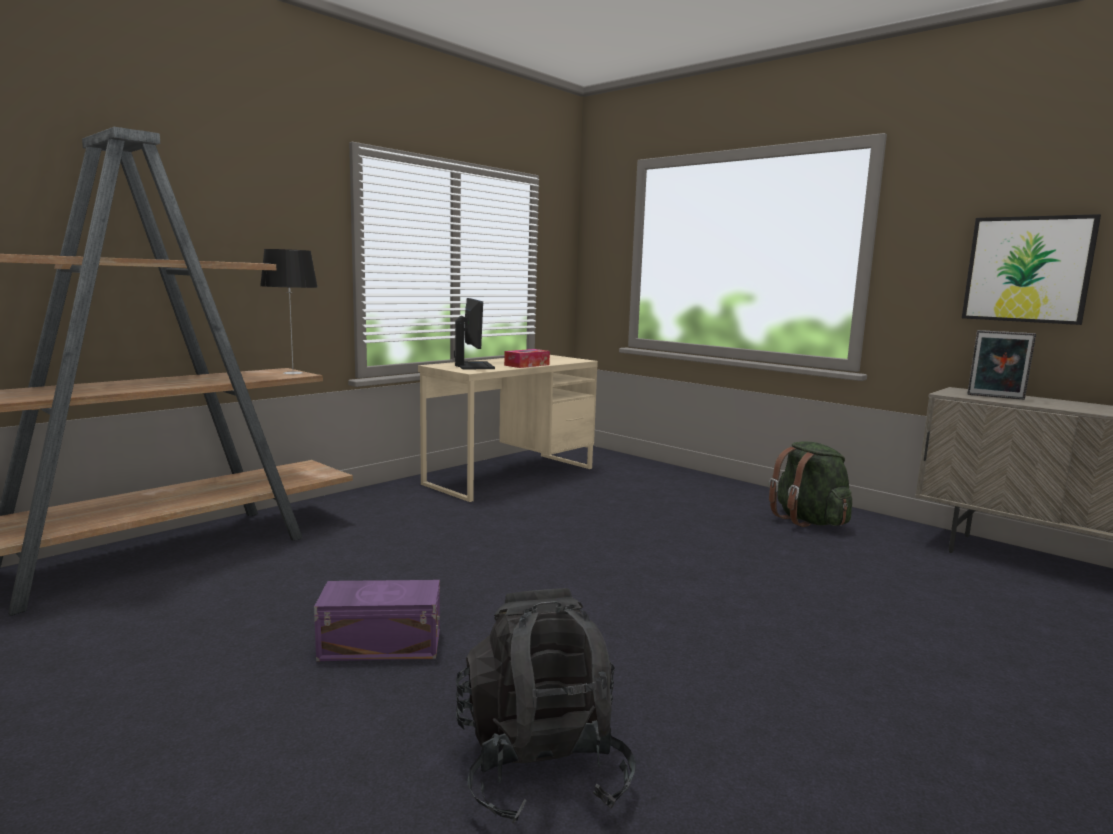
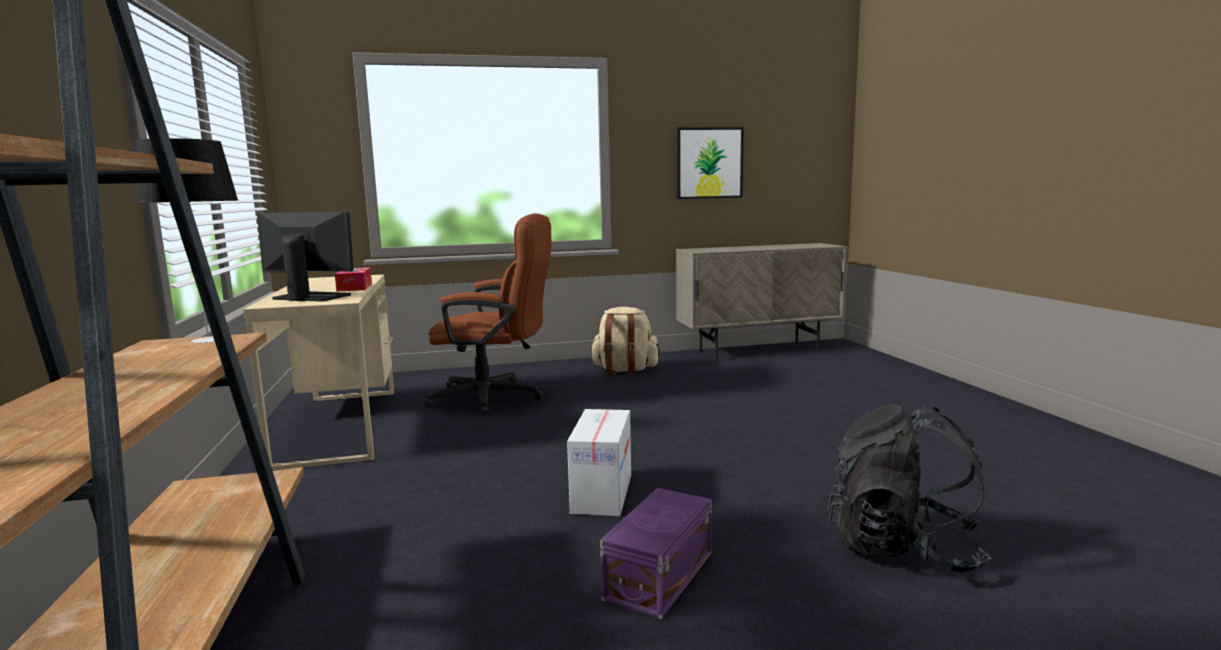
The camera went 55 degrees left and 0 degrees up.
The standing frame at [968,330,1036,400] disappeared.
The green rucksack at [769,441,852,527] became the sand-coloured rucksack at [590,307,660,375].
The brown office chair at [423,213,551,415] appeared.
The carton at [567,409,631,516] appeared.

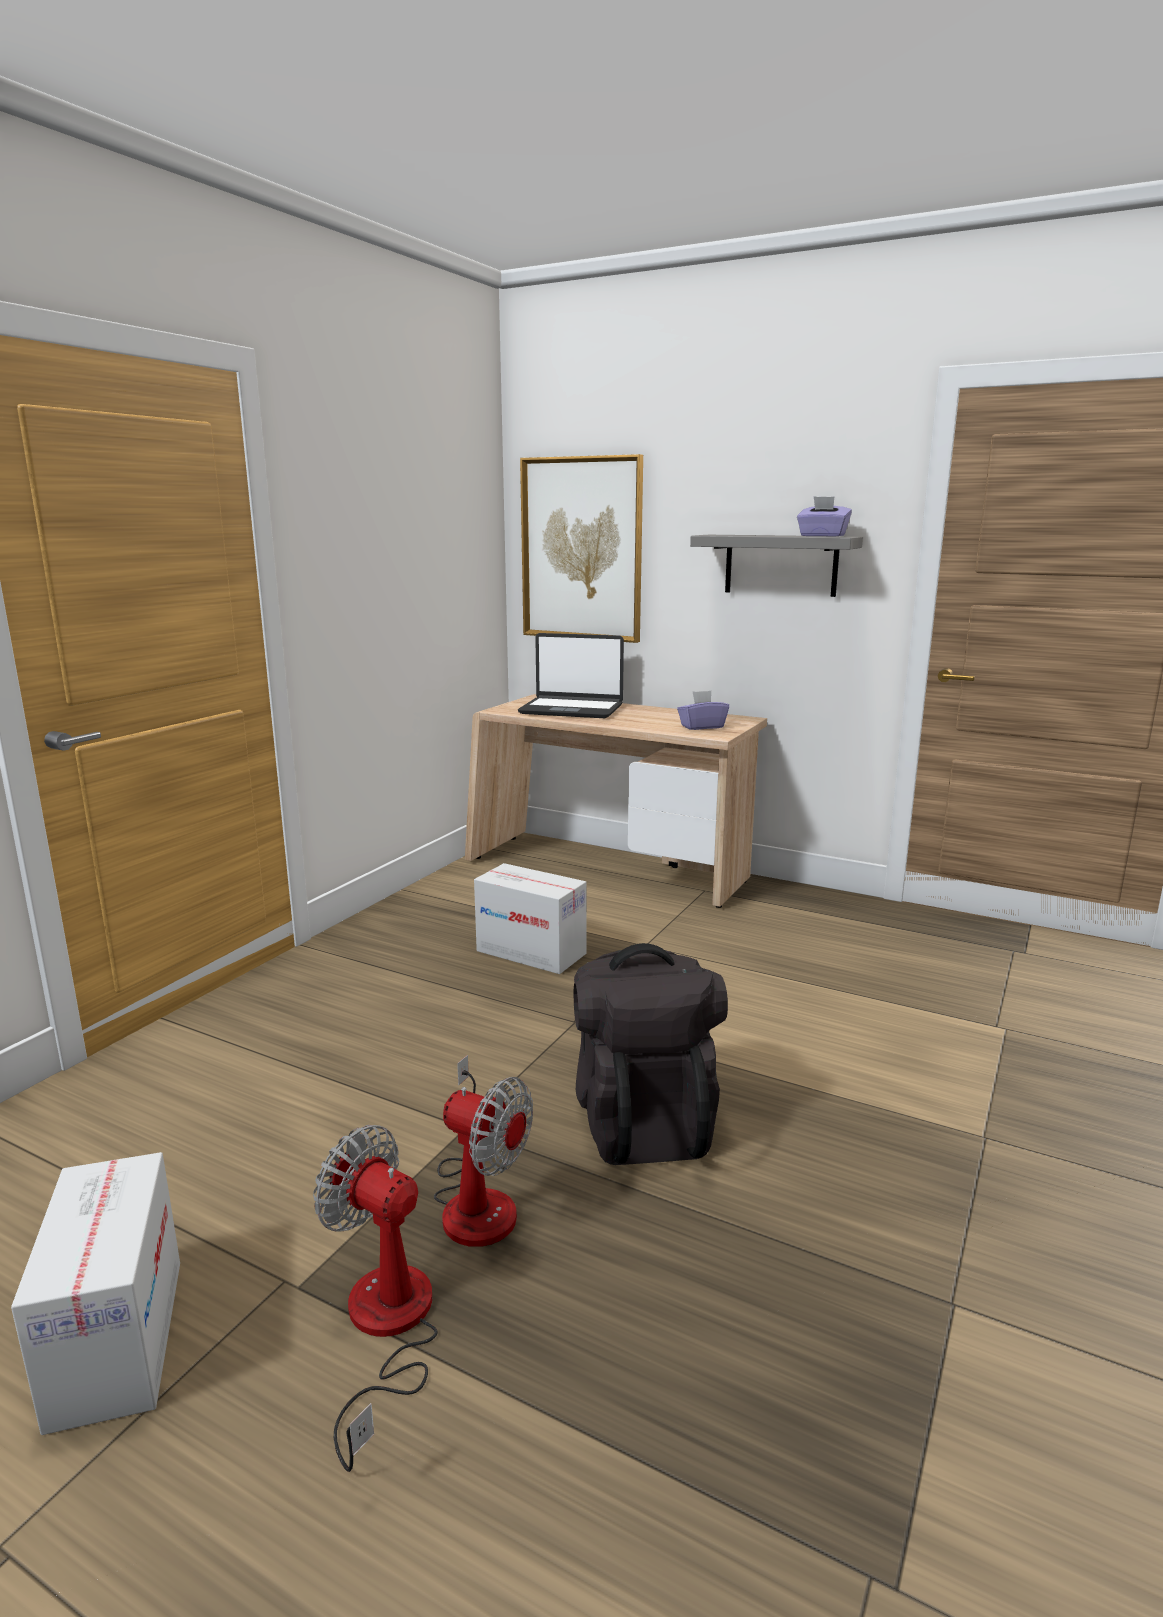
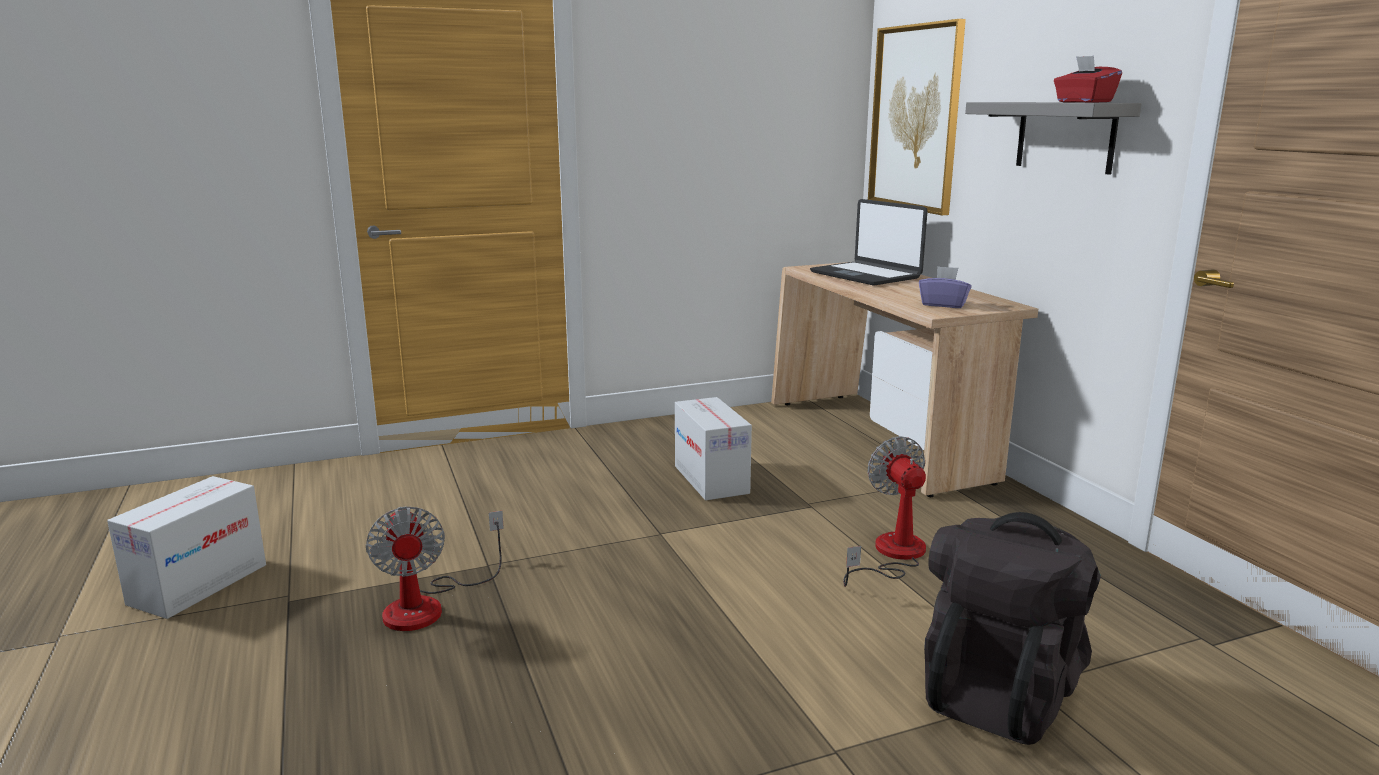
The camera went 40 degrees right and 0 degrees up.
The purplish box of tissues at [797,496,852,537] became the red box of tissues at [1054,55,1122,102].
The black-coloured rucksack moved from [574,943,728,1165] to [924,512,1101,745].
The fan moved from [313,1125,437,1472] to [843,436,926,587].

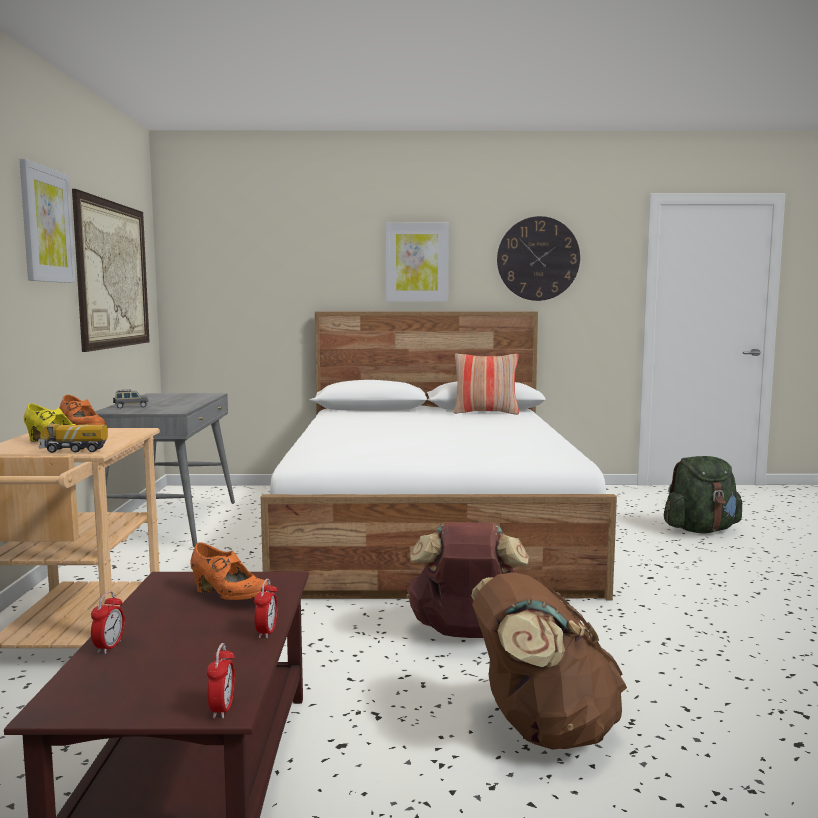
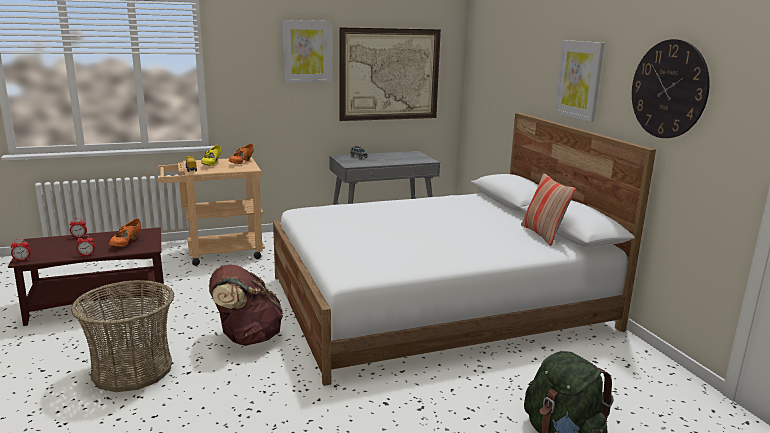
The camera went 70 degrees right and 10 degrees up.
The brown rucksack at [471,572,627,750] was replaced by the storage basket at [71,280,174,392].

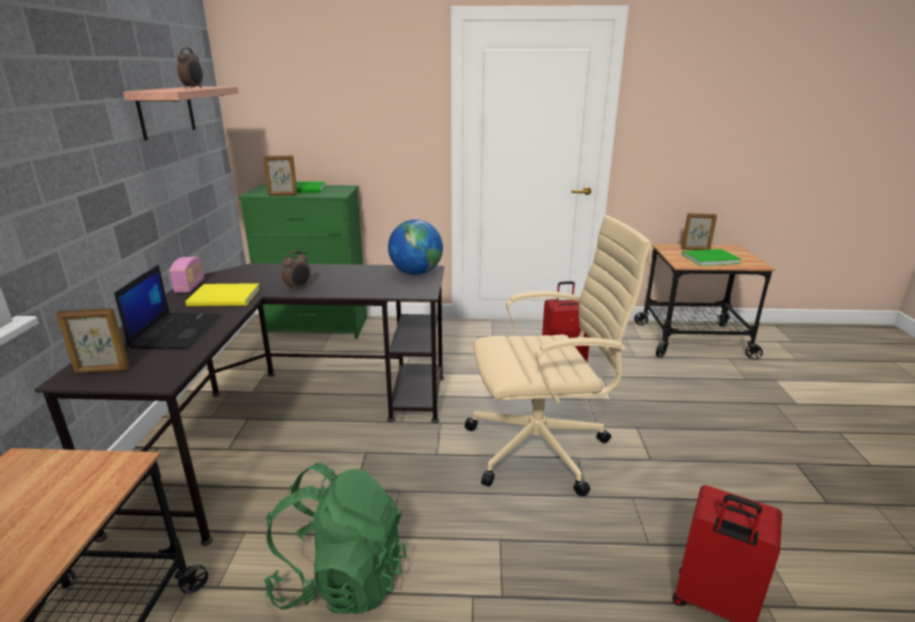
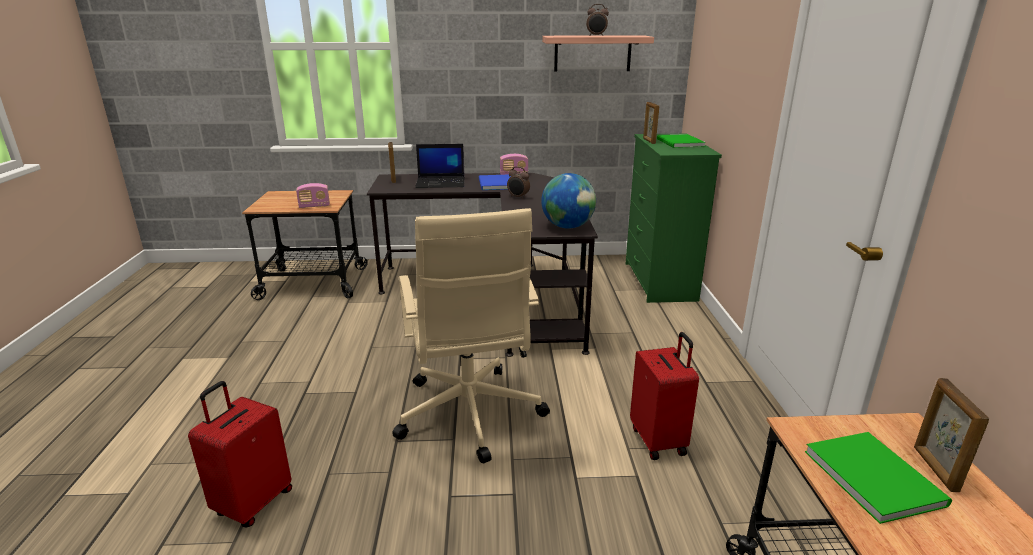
The camera went 85 degrees right and 0 degrees up.
The yellowish volume at [185,283,260,307] became the blue-coloured volume at [479,175,511,190].
The green rucksack at [264,462,407,614] disappeared.
The radio receiver at [296,183,330,208] appeared.

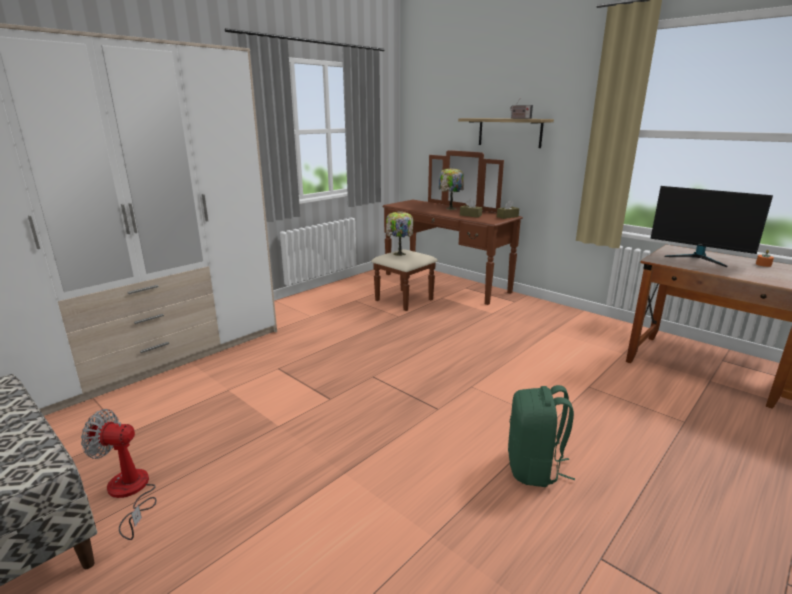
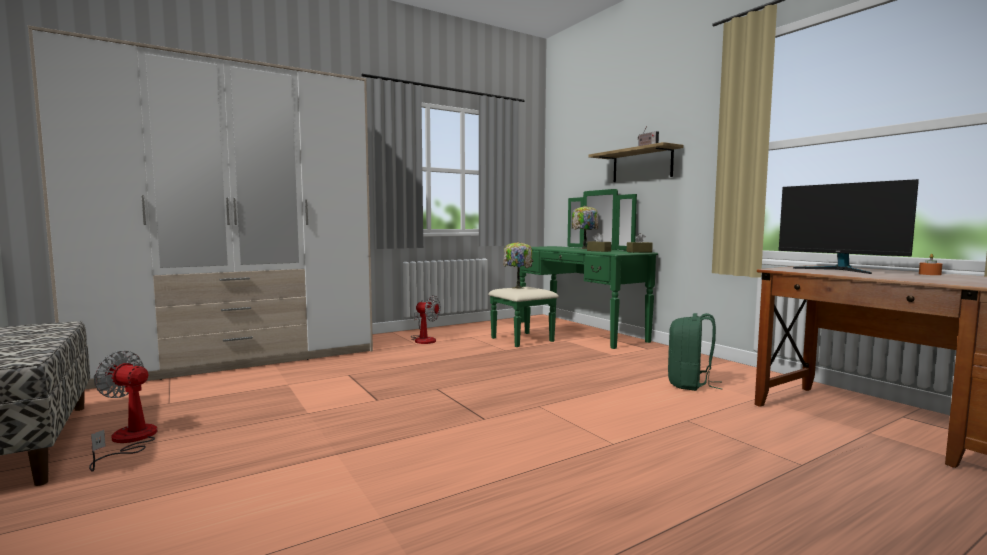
The camera went 15 degrees right and 15 degrees down.
The brown drawer chest at [371,150,523,311] became the green drawer chest at [488,189,658,349].
The green rucksack moved from [508,385,575,487] to [668,313,722,391].
The fan at [411,295,441,344] appeared.

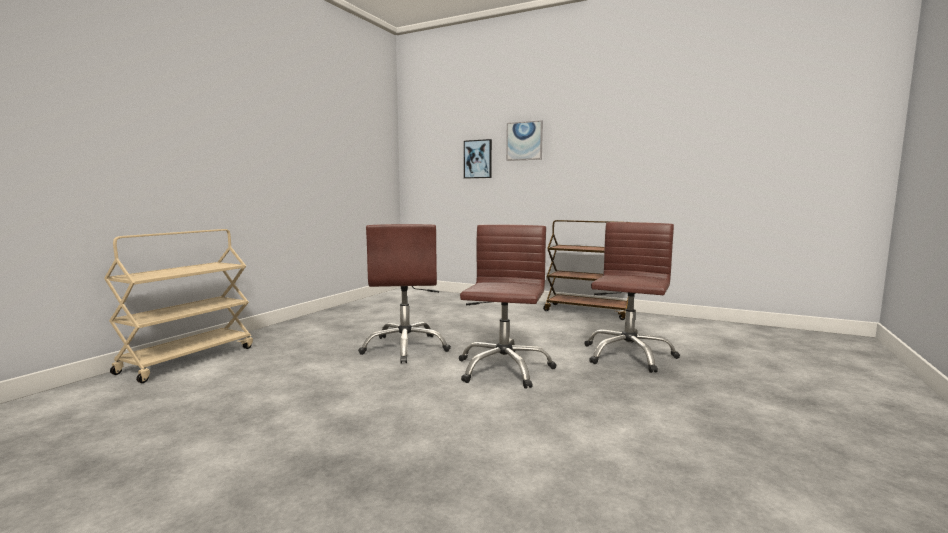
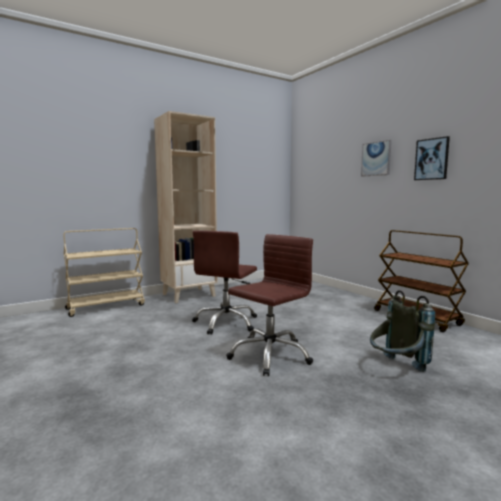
The camera went 30 degrees right and 0 degrees up.
The picture moved from [464,139,492,178] to [414,136,450,180].
The brown office chair at [584,222,680,373] was replaced by the gray rucksack at [370,290,435,372].
The sand-coloured bookcase at [154,111,218,303] appeared.

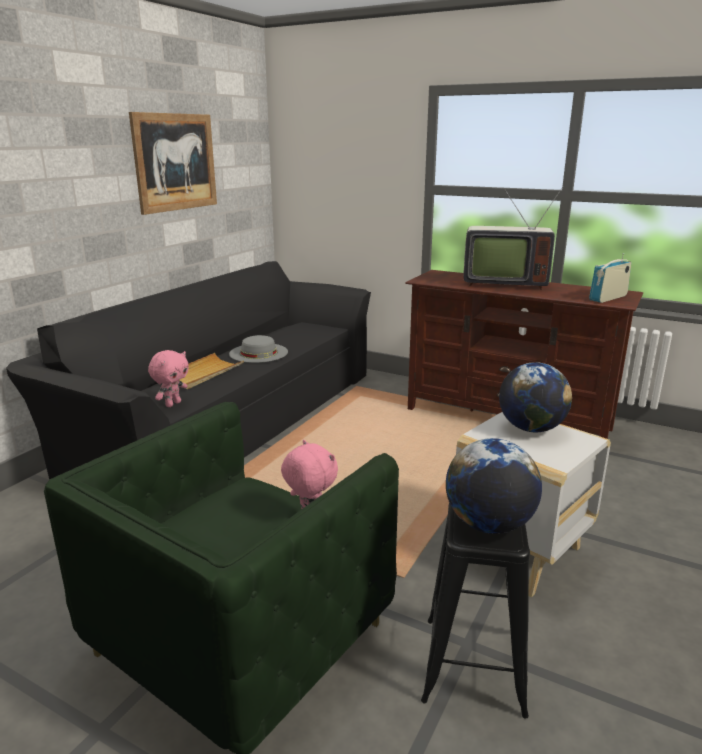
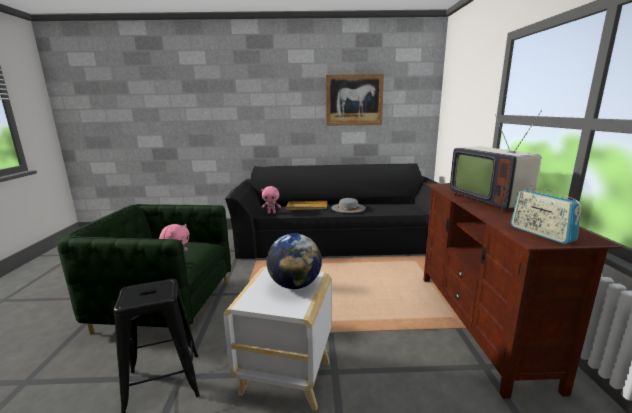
The camera went 60 degrees right and 5 degrees down.
The radio receiver at [589,253,631,303] turned 135 degrees counterclockwise.
The world globe at [446,438,542,534] disappeared.

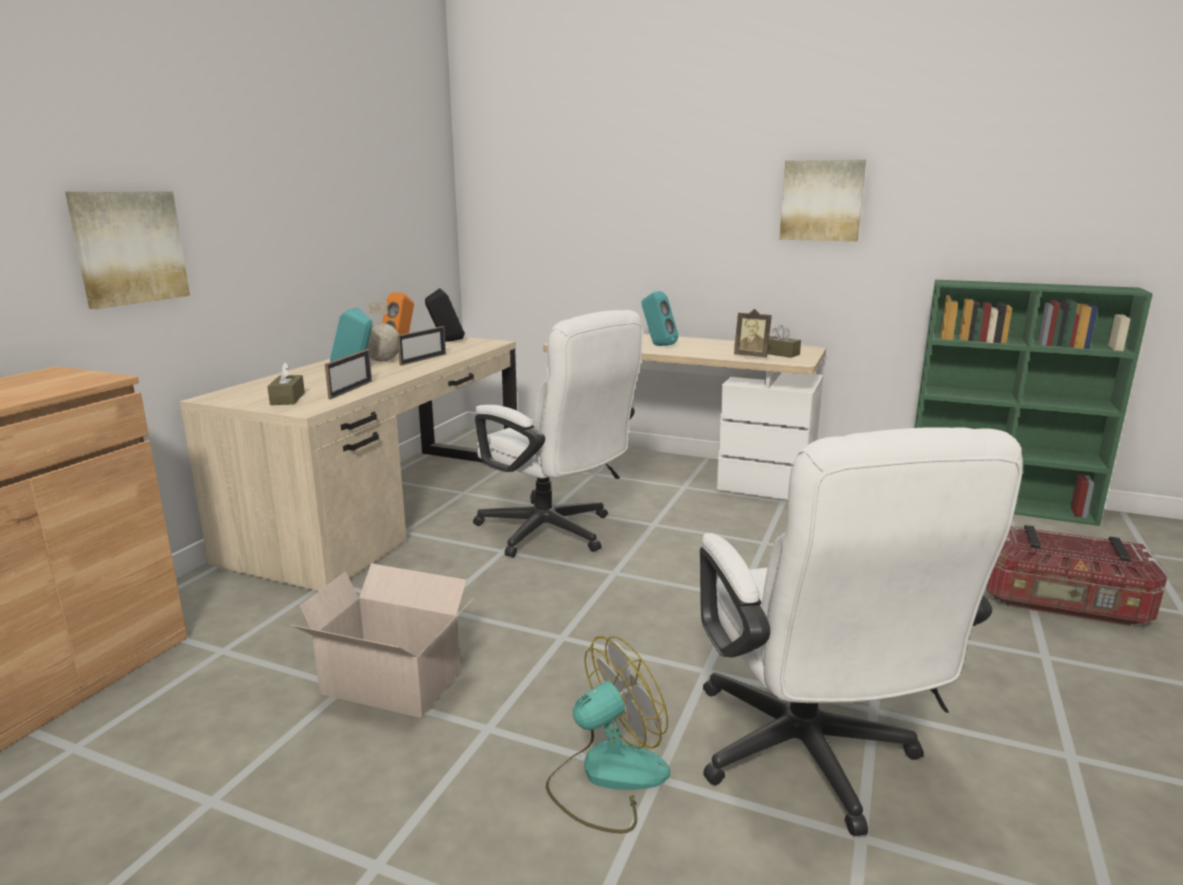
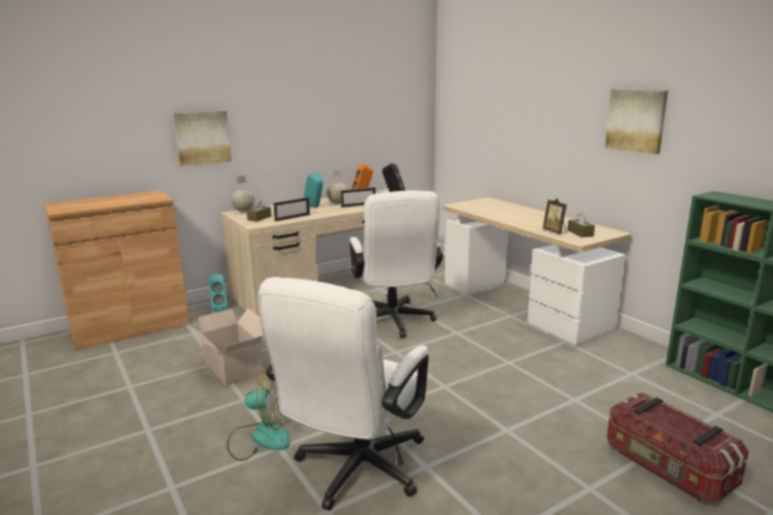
The camera went 35 degrees right and 0 degrees up.
The blue-green speaker moved from [641,291,678,346] to [209,274,227,312].
The world globe at [231,175,255,212] appeared.

